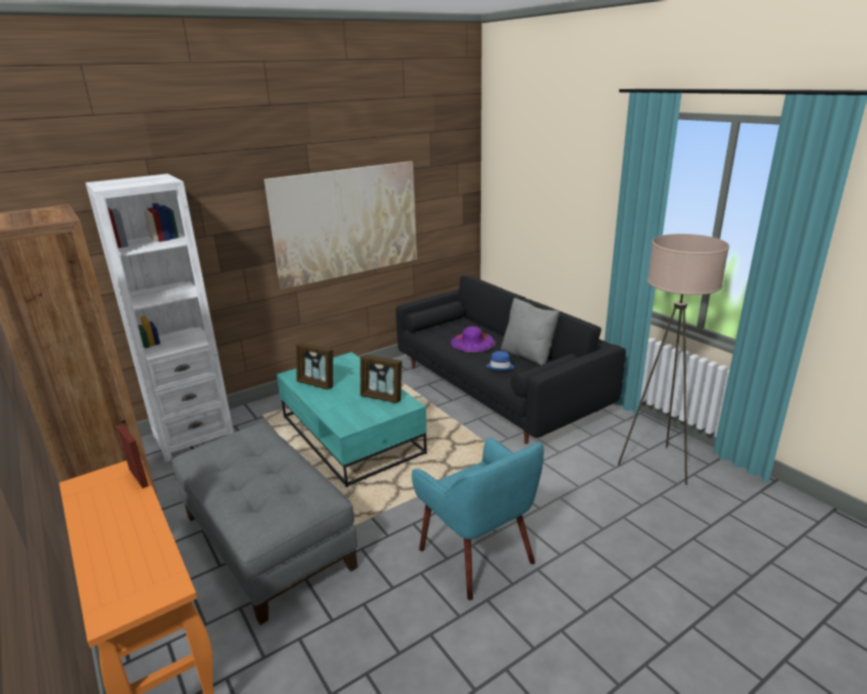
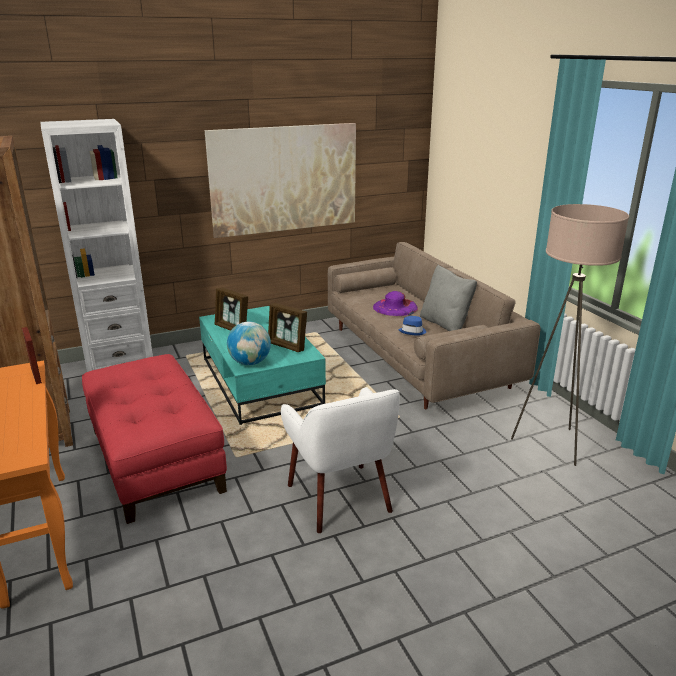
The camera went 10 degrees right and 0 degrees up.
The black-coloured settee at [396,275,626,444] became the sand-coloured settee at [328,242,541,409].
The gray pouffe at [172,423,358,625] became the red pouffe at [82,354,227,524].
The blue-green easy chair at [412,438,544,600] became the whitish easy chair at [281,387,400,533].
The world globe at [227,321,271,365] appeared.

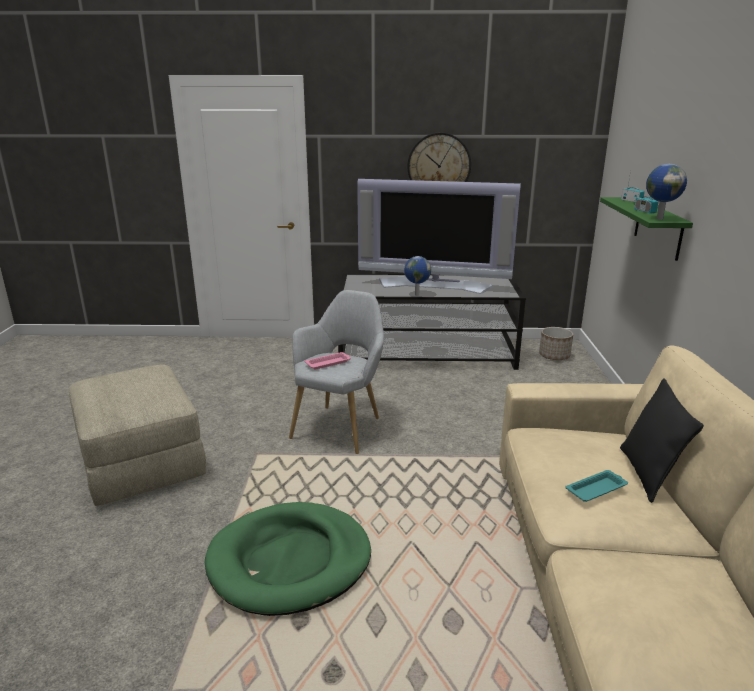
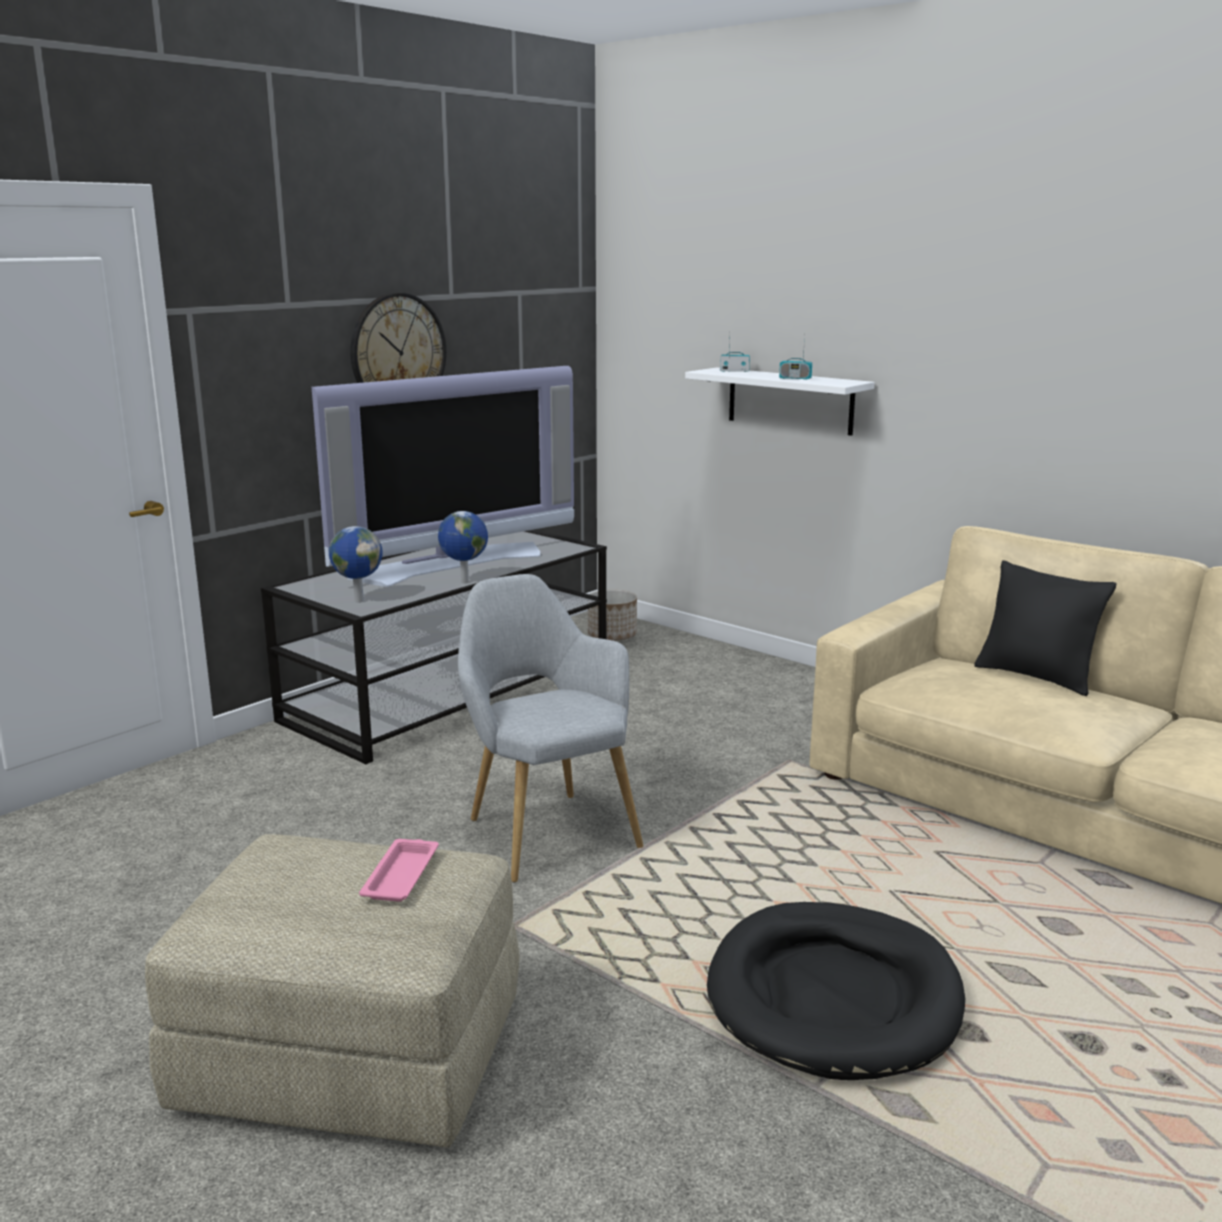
The camera went 50 degrees left and 5 degrees down.
The world globe moved from [646,164,687,220] to [329,526,383,602].
The green bracket shelf at [600,197,693,261] became the whitish bracket shelf at [685,367,875,436].
The pink tray moved from [304,352,351,370] to [359,839,439,902].
The blue-green tray at [565,470,628,502] disappeared.
The green pet bed at [204,502,371,616] became the black-coloured pet bed at [707,902,965,1080].

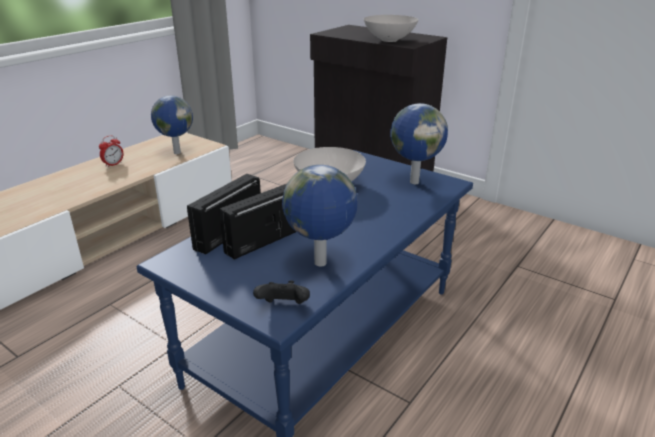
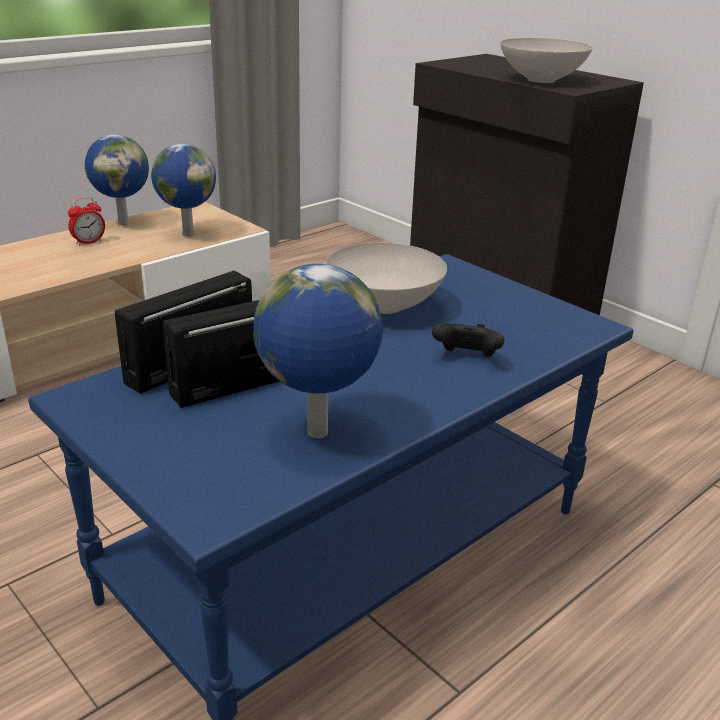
The camera went 10 degrees right and 0 degrees up.
The world globe moved from [390,103,448,184] to [85,135,149,225].
The black-coloured joypad moved from [253,280,310,304] to [432,323,505,357].

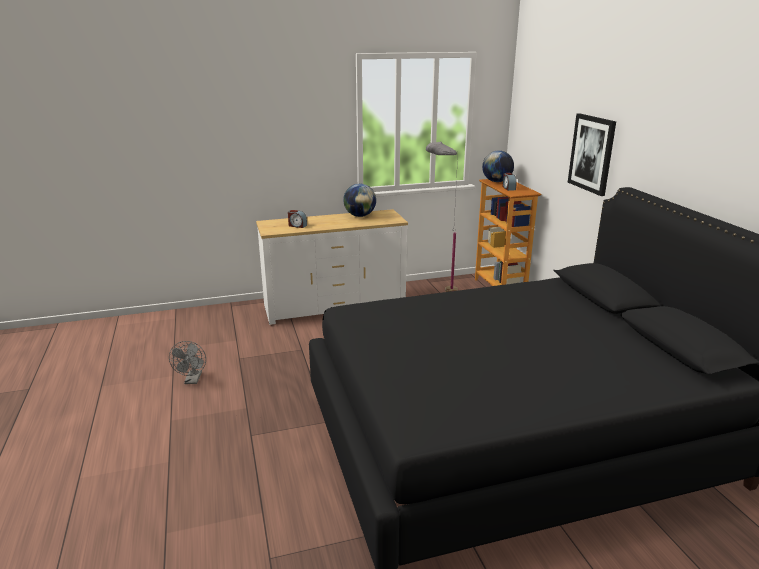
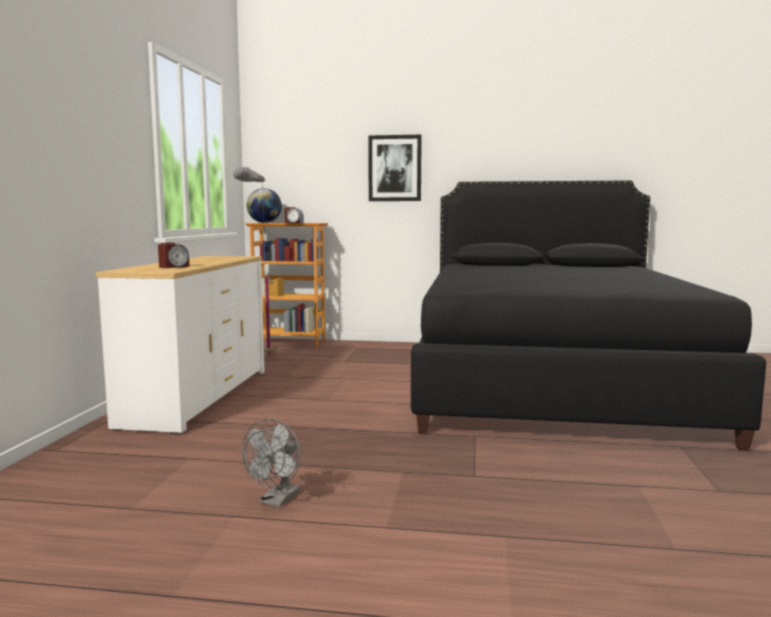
The camera went 65 degrees left and 15 degrees down.
The world globe at [343,184,376,217] disappeared.
The gray fan at [169,341,206,384] turned 90 degrees clockwise.

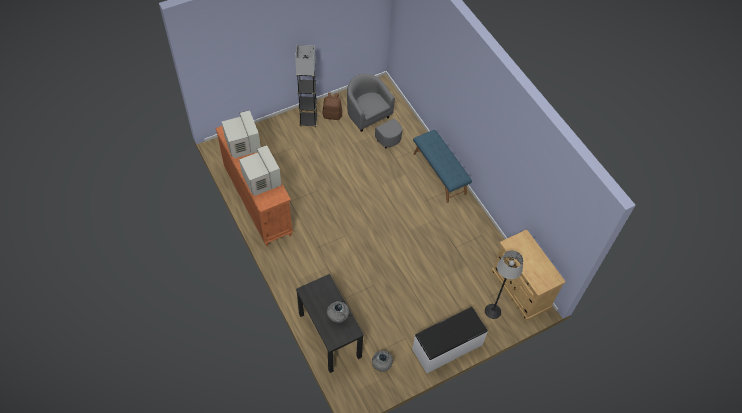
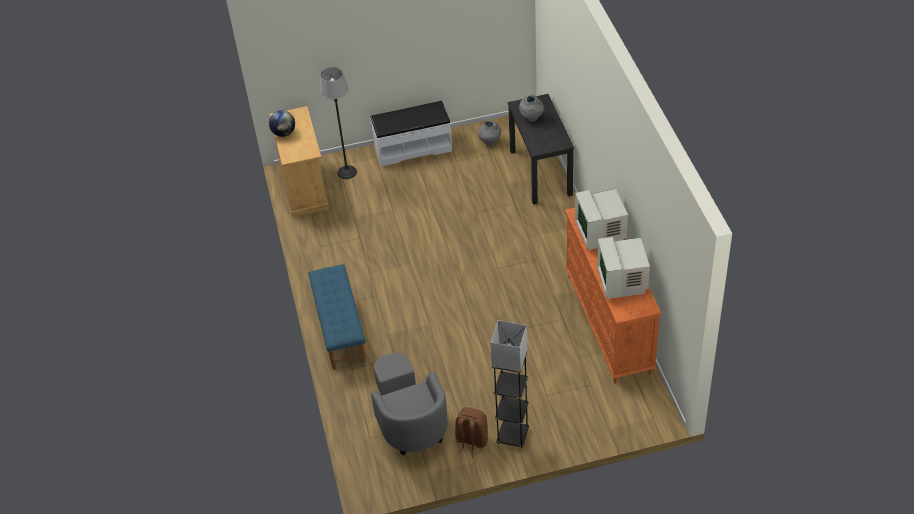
The camera went 160 degrees left and 10 degrees down.
The world globe at [269,110,295,137] appeared.

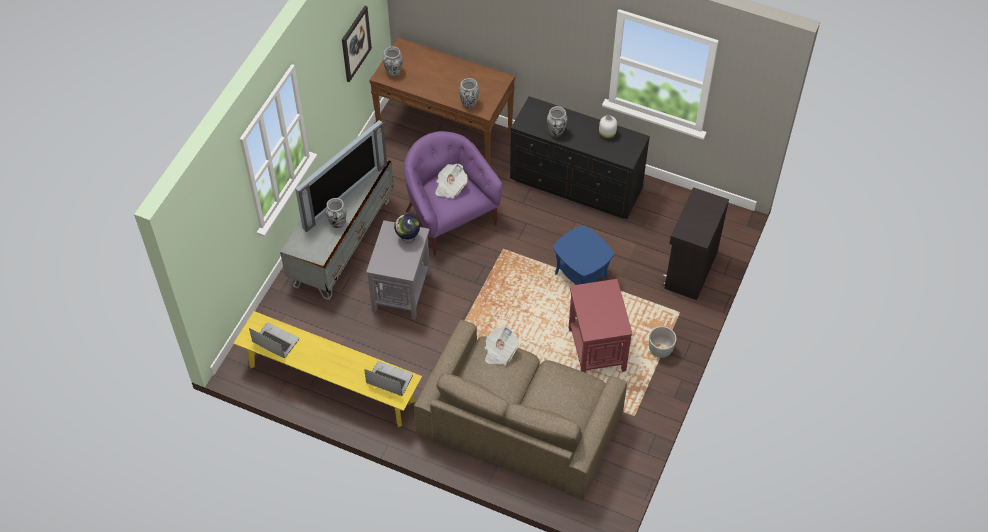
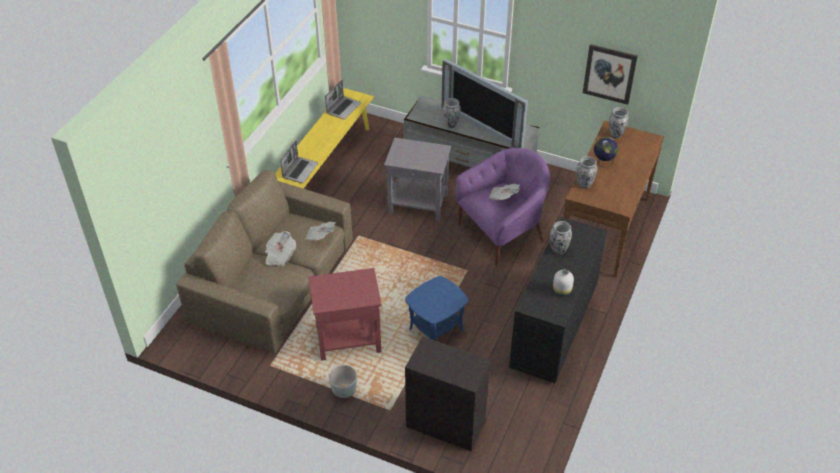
The camera went 90 degrees right and 10 degrees down.
The world globe moved from [394,214,420,243] to [594,137,618,167].
The printed paper at [265,231,296,266] appeared.

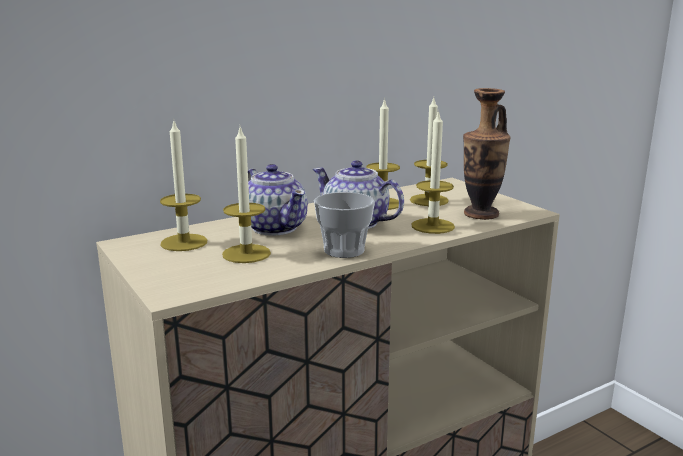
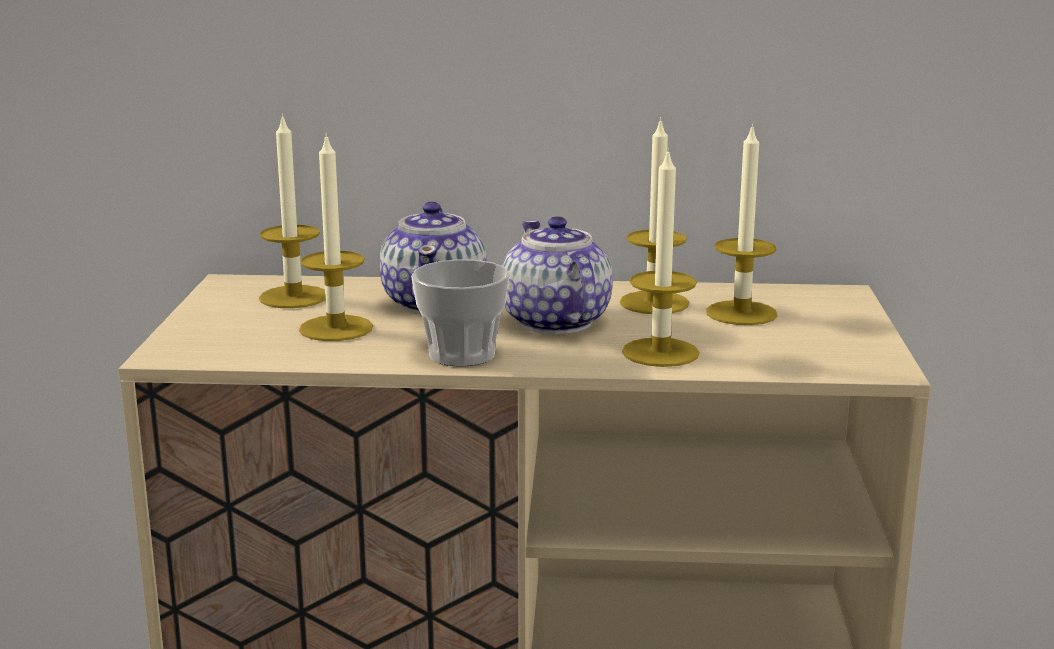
The camera went 35 degrees right and 0 degrees up.
The vase at [463,88,511,220] disappeared.

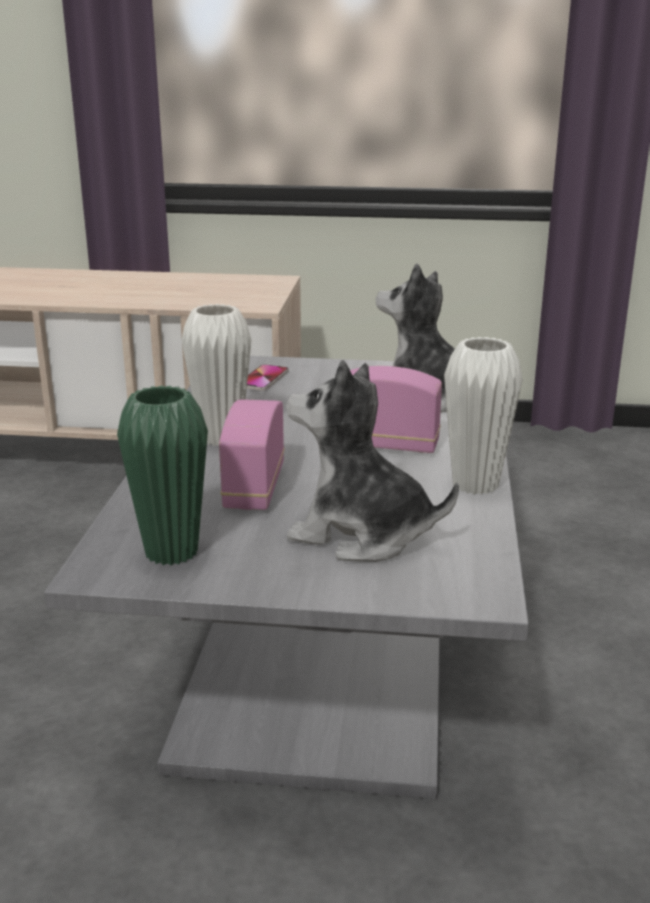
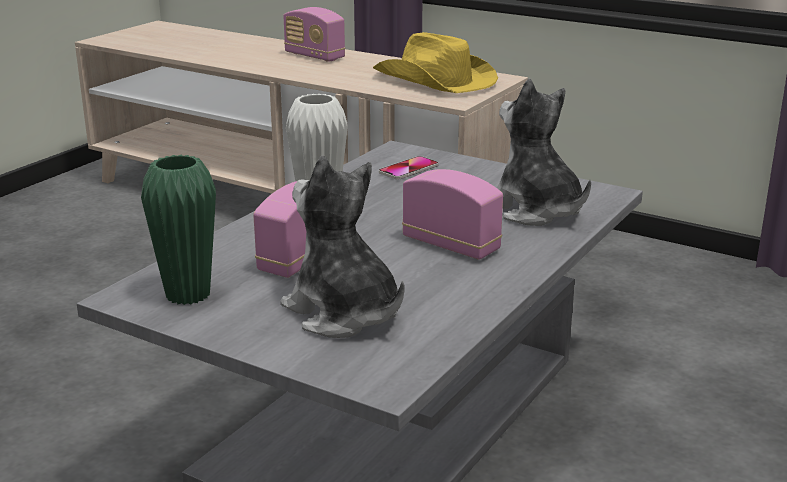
The camera went 25 degrees right and 0 degrees up.
The whitish vase at [444,337,523,495] disappeared.
The radio receiver at [283,7,345,62] appeared.
The yellowish wearable hat at [373,32,498,93] appeared.

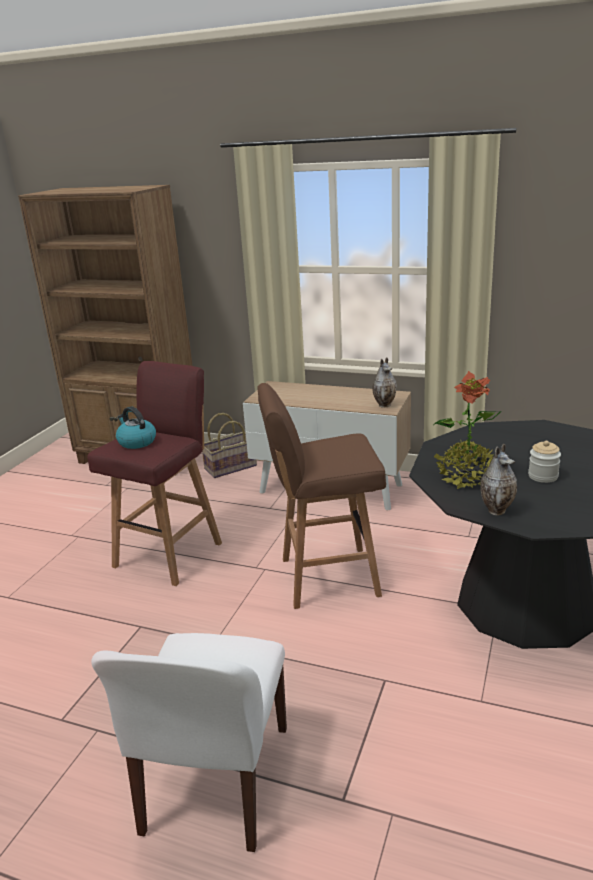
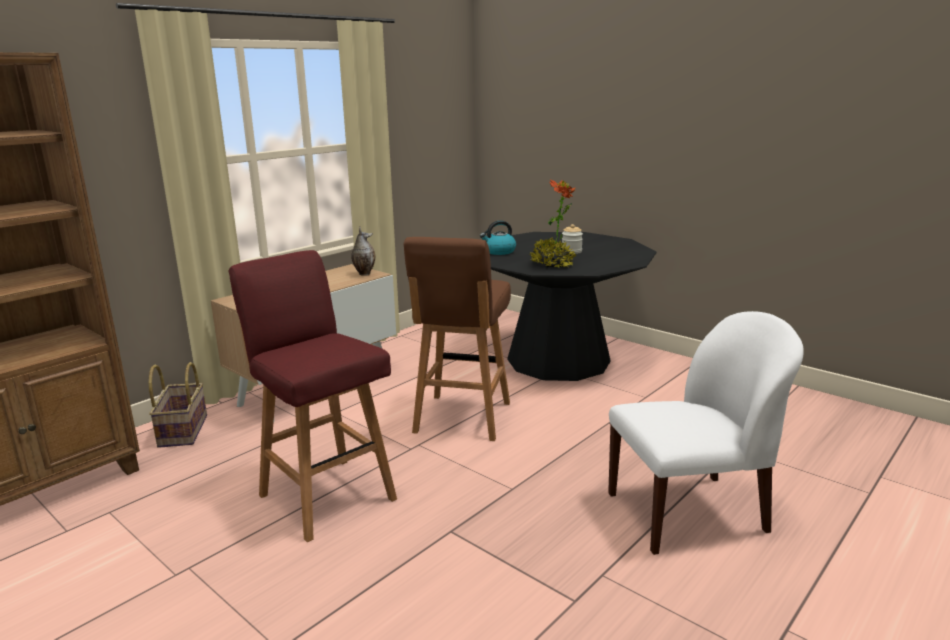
The camera went 70 degrees left and 5 degrees down.
The tea kettle moved from [116,406,156,449] to [480,220,516,255].
The vase at [480,444,517,516] disappeared.
The whitish chair at [91,633,287,852] turned 45 degrees counterclockwise.

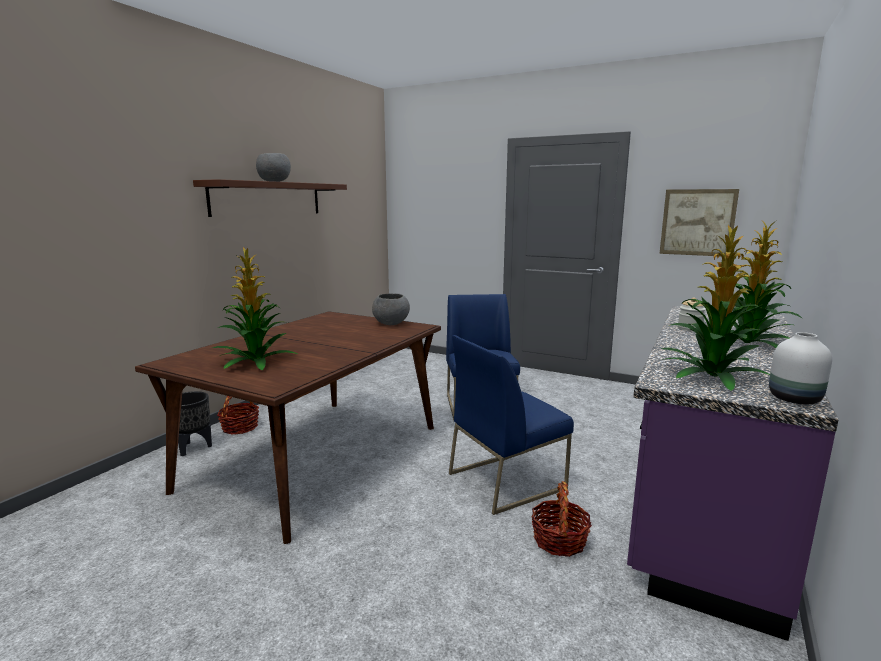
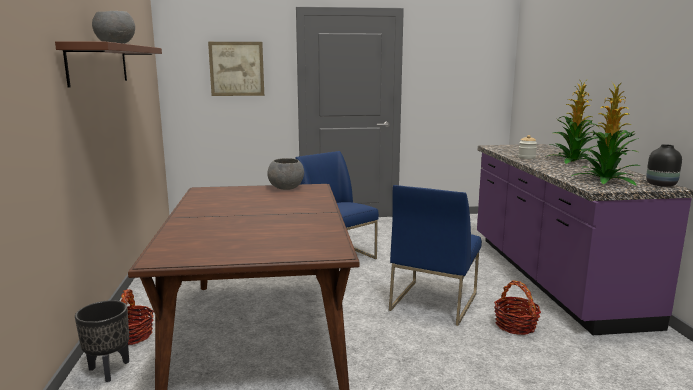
The camera went 35 degrees left and 0 degrees up.
The picture moved from [659,189,739,256] to [208,42,264,96].
The plant in a pot at [213,247,297,370] disappeared.
The whitish vase at [769,332,832,405] became the black-coloured vase at [646,144,682,187].

